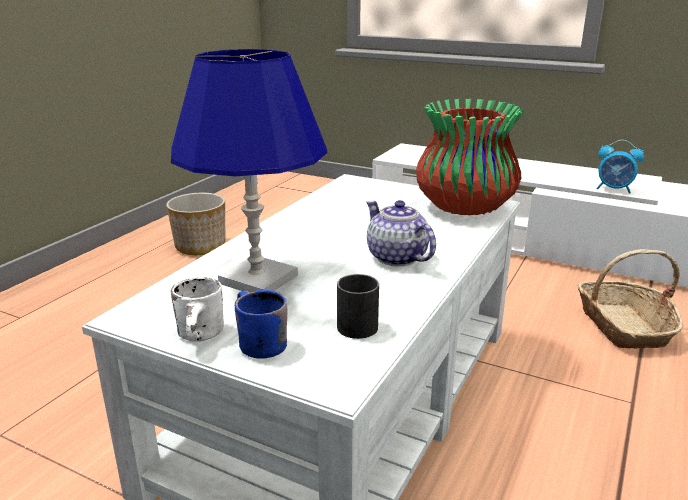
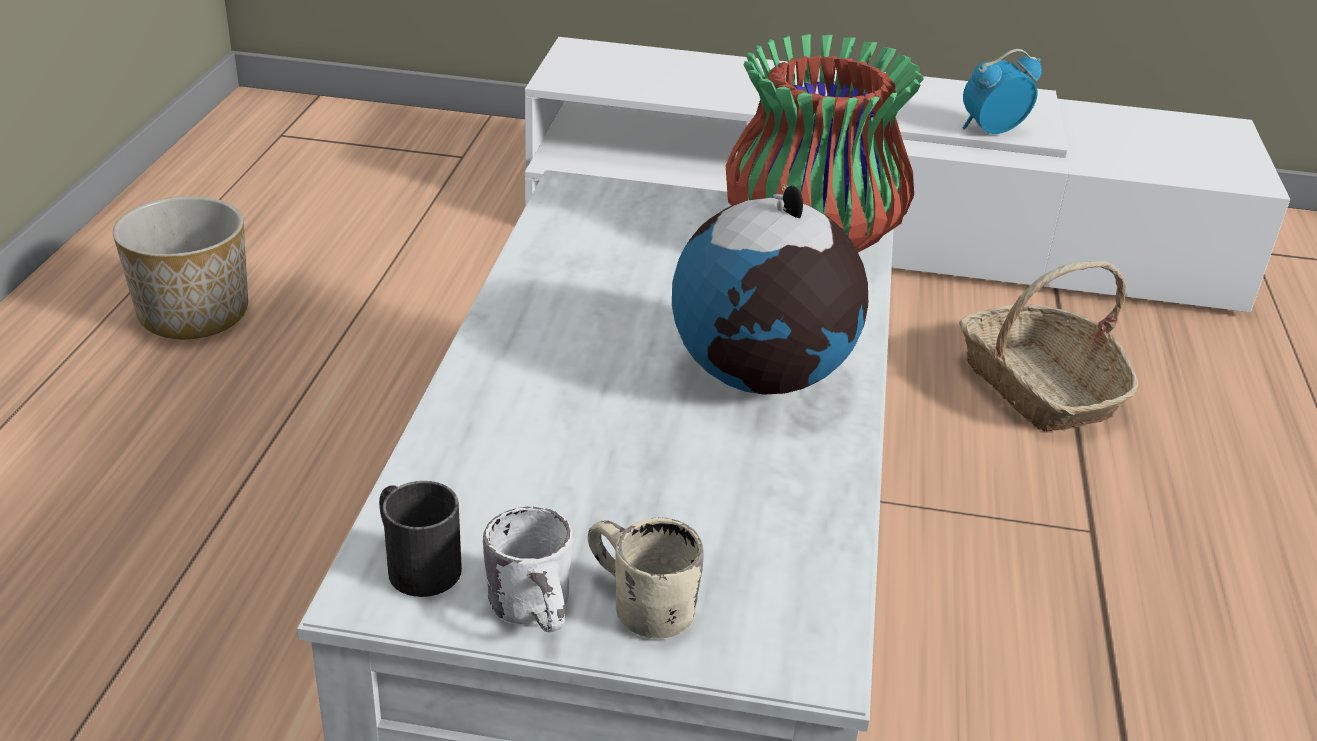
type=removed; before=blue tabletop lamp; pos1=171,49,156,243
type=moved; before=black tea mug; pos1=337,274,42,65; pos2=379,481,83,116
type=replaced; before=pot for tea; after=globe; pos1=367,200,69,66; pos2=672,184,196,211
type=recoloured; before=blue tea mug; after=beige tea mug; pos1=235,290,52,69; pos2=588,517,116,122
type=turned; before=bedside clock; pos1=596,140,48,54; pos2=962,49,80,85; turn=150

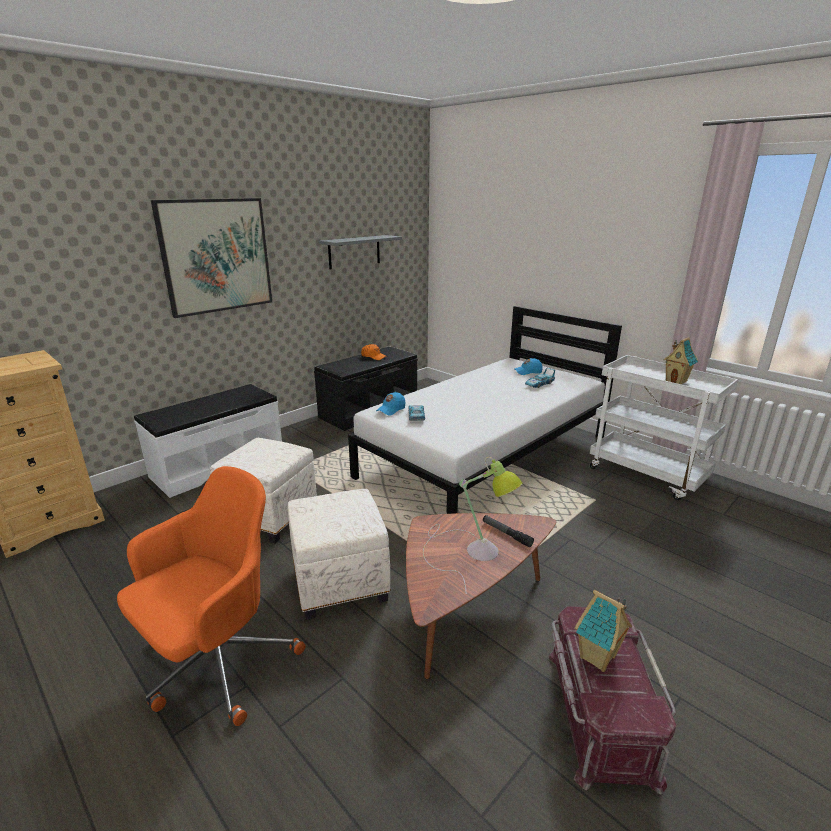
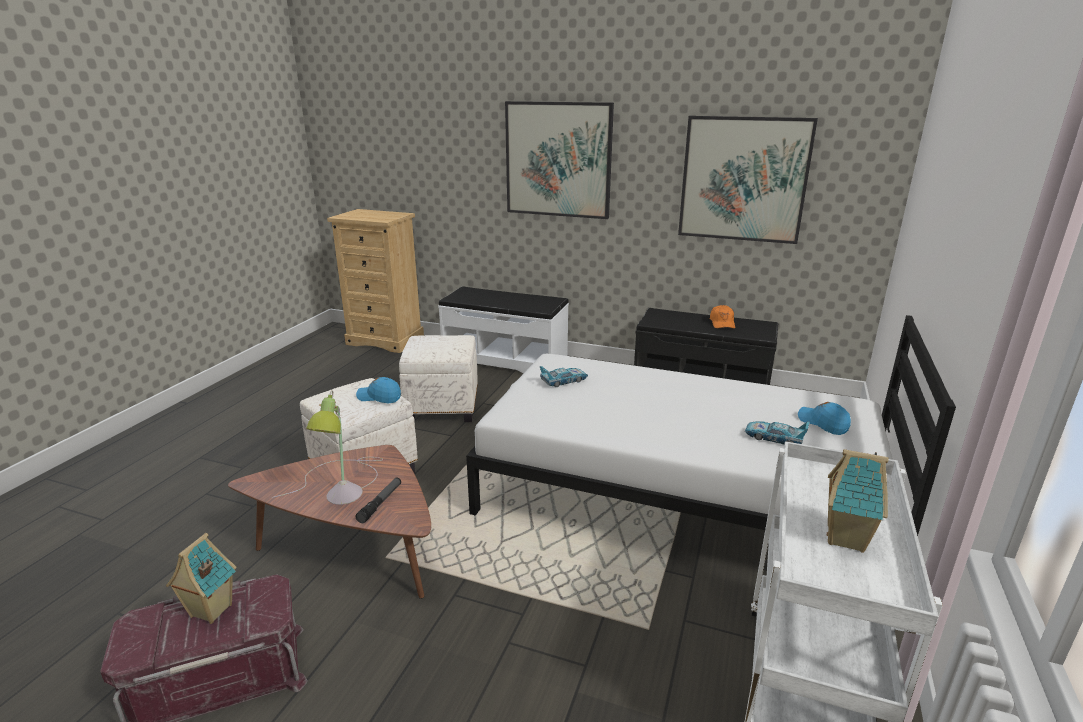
type=removed; before=orange office chair; pos1=117,466,189,260
type=moved; before=blue cap; pos1=376,392,30,24; pos2=356,377,45,26
type=replaced; before=greyish wall shelf; after=wall picture; pos1=319,235,83,34; pos2=678,116,140,128

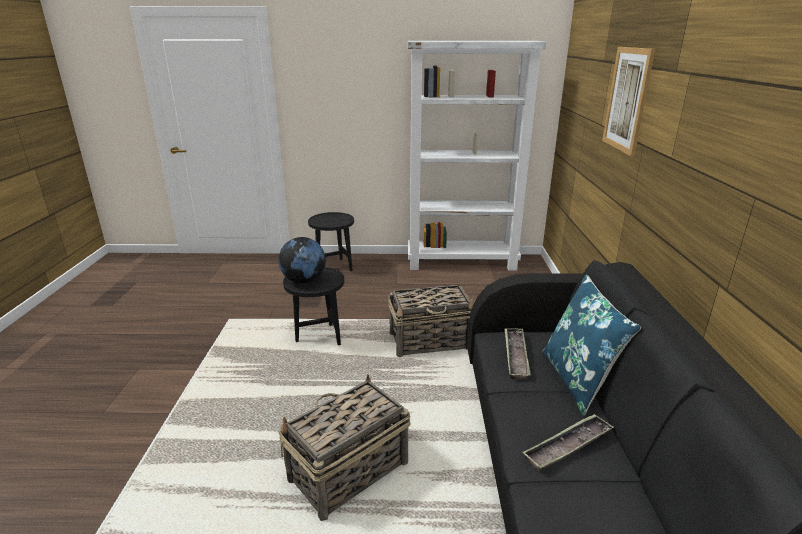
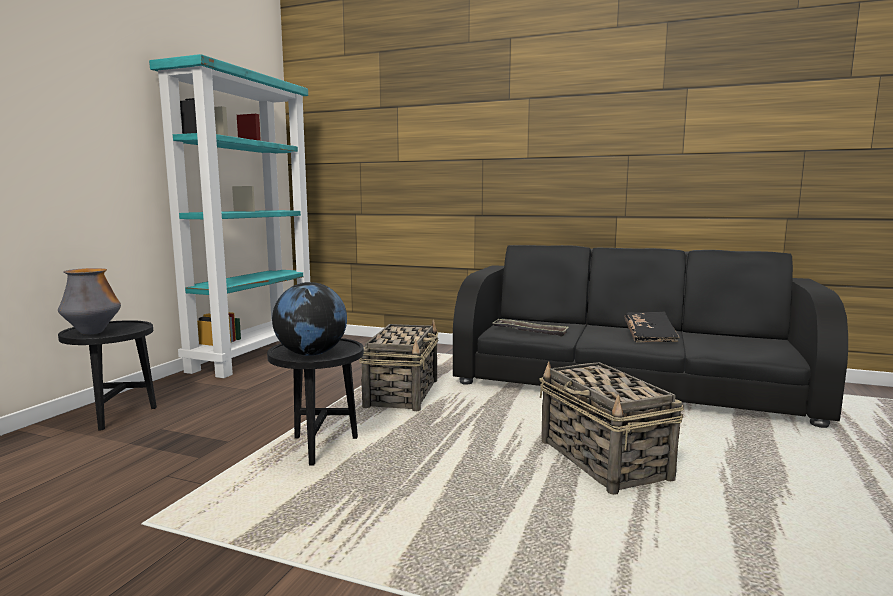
type=removed; before=blue pillow; pos1=542,275,99,141
type=removed; before=wall picture; pos1=602,47,53,109
type=added; after=flower vase; pos2=58,268,63,67
type=replaced; before=tray; after=black volume; pos1=522,414,92,57; pos2=624,312,56,30
type=recoloured; before=whitish shelving unit; after=turquoise-coloured shelving unit; pos1=408,41,139,229; pos2=149,54,161,324

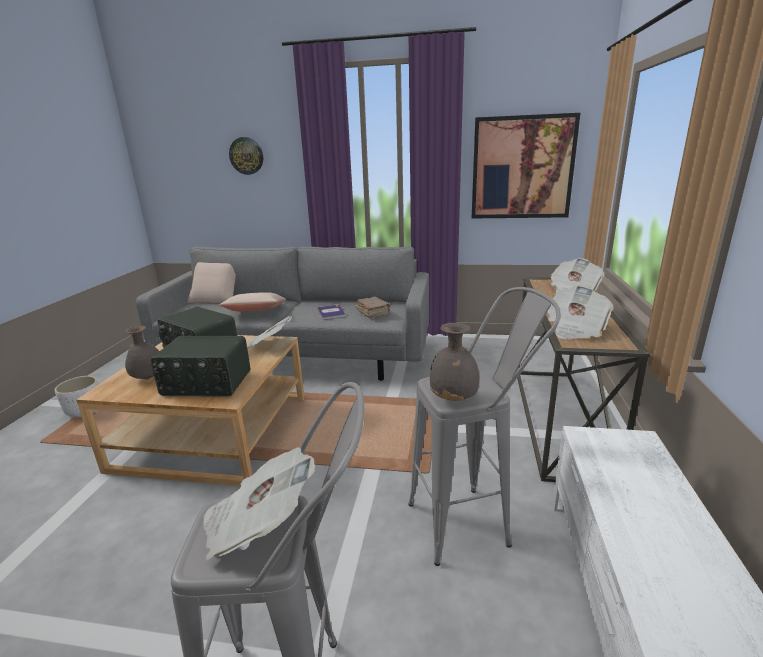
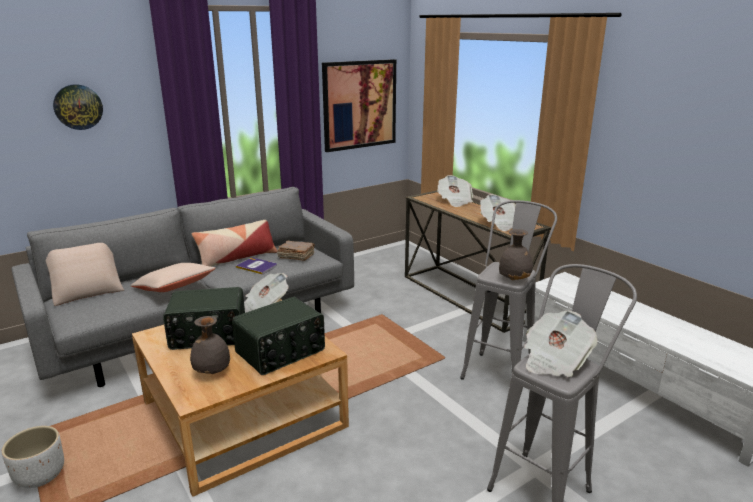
type=added; after=pillow; pos2=192,220,85,47

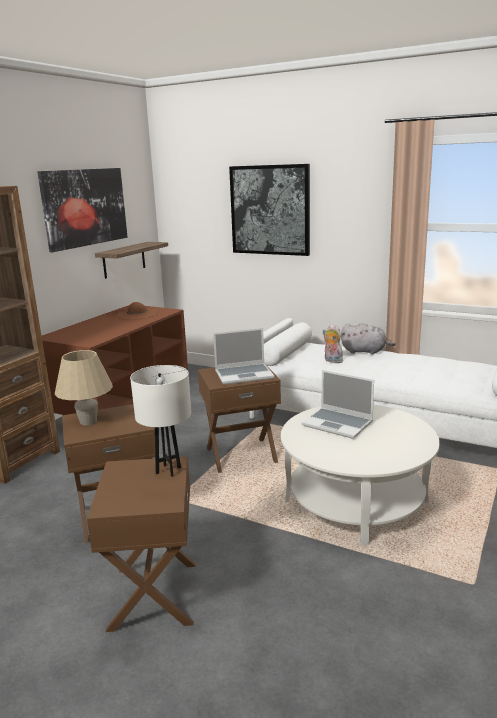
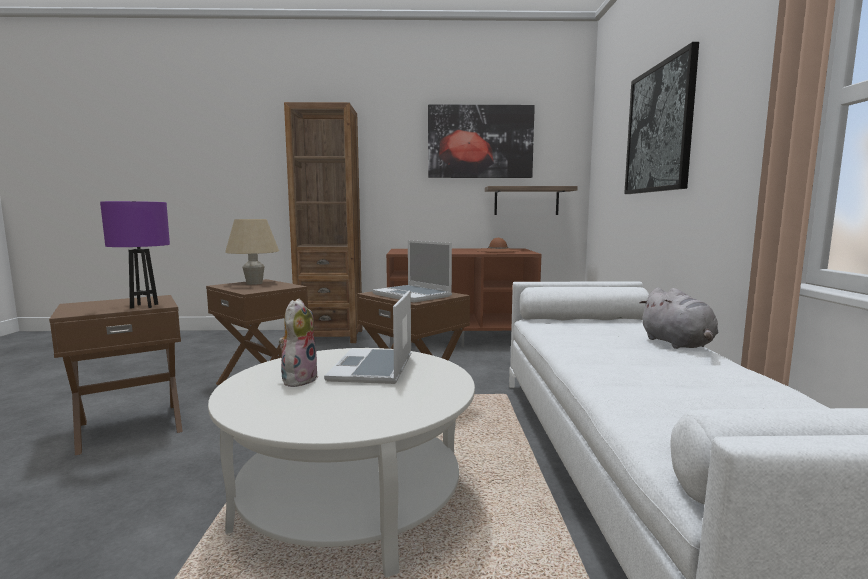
type=moved; before=soft toy; pos1=323,324,20,39; pos2=279,298,40,89
type=recoloured; before=whitish tabletop lamp; after=purple tabletop lamp; pos1=130,365,61,112; pos2=100,201,70,108

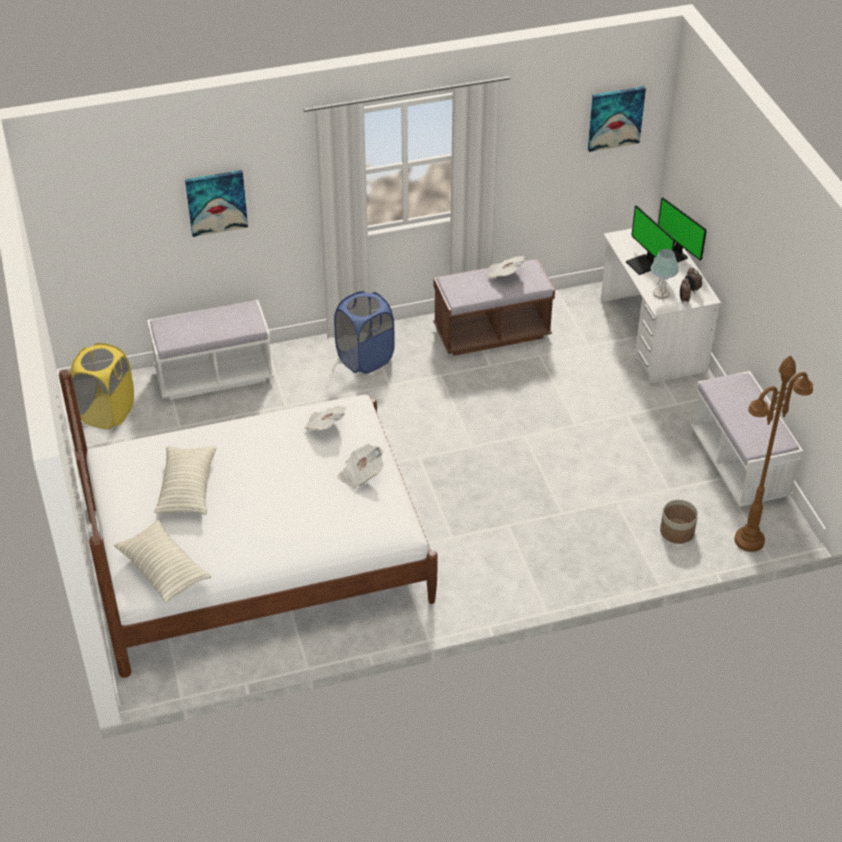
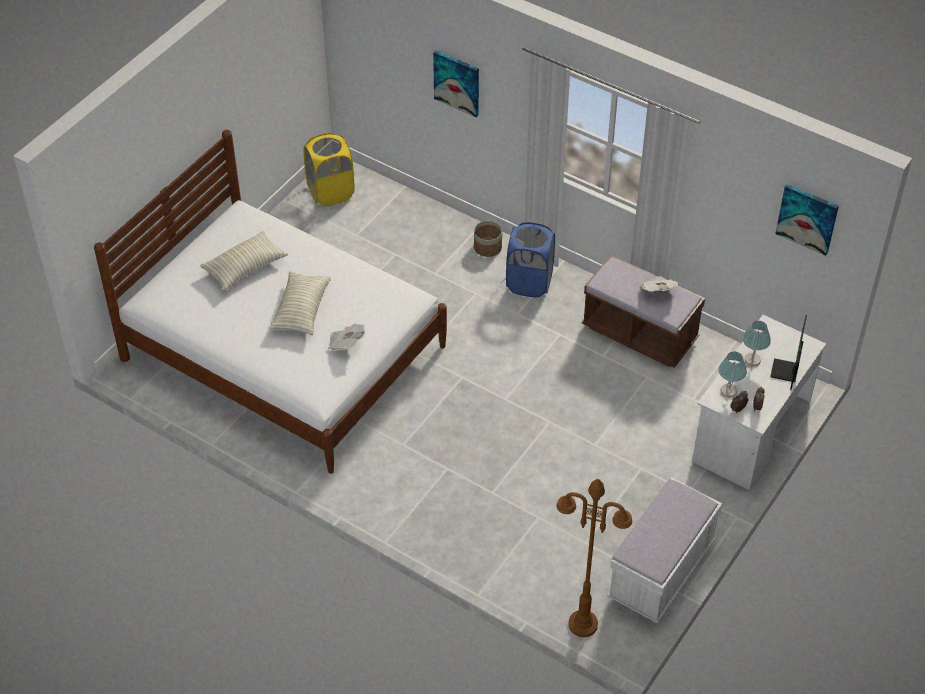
type=removed; before=whitish long seat; pos1=147,300,127,100
type=removed; before=printed paper; pos1=304,406,42,24
type=moved; before=pillow; pos1=114,520,97,83; pos2=270,271,61,64
type=moved; before=plant pot; pos1=660,500,38,44; pos2=474,221,28,36
type=replaced; before=computer display; after=tabletop lamp; pos1=625,205,50,70; pos2=743,321,28,45

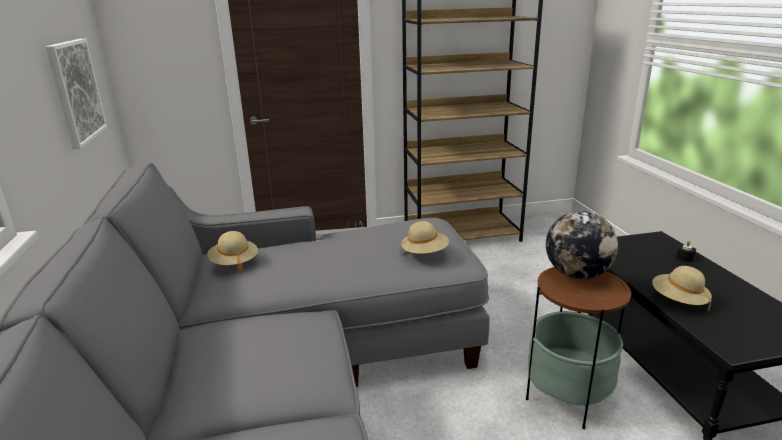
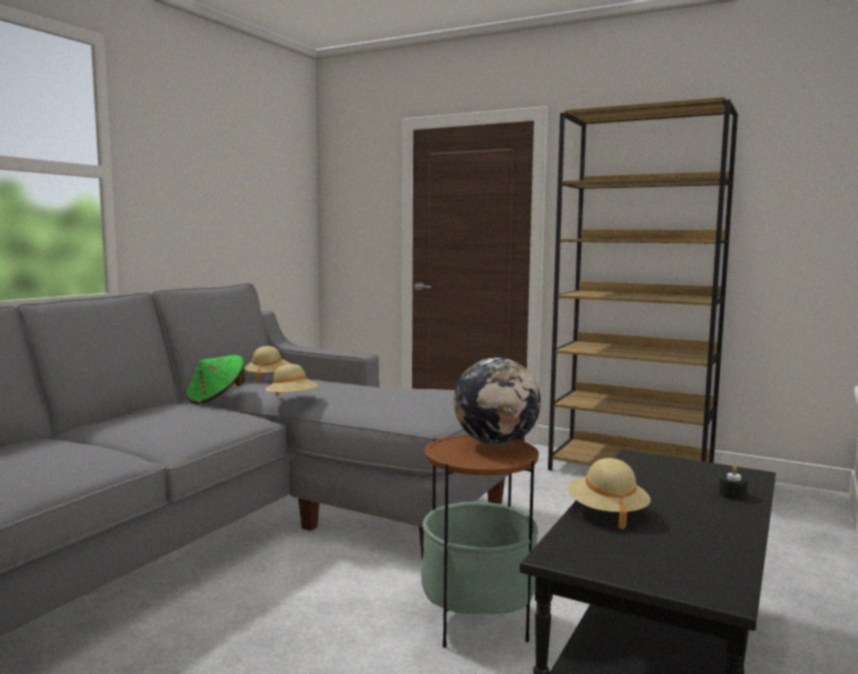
type=removed; before=wall picture; pos1=45,39,62,110
type=added; after=green-coloured wearable hat; pos2=186,355,59,49
type=moved; before=beige wearable hat; pos1=401,221,48,33; pos2=264,364,55,33

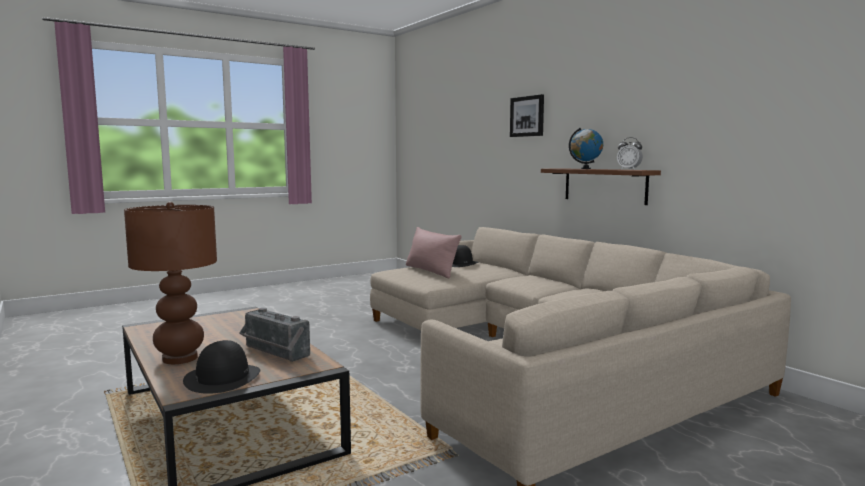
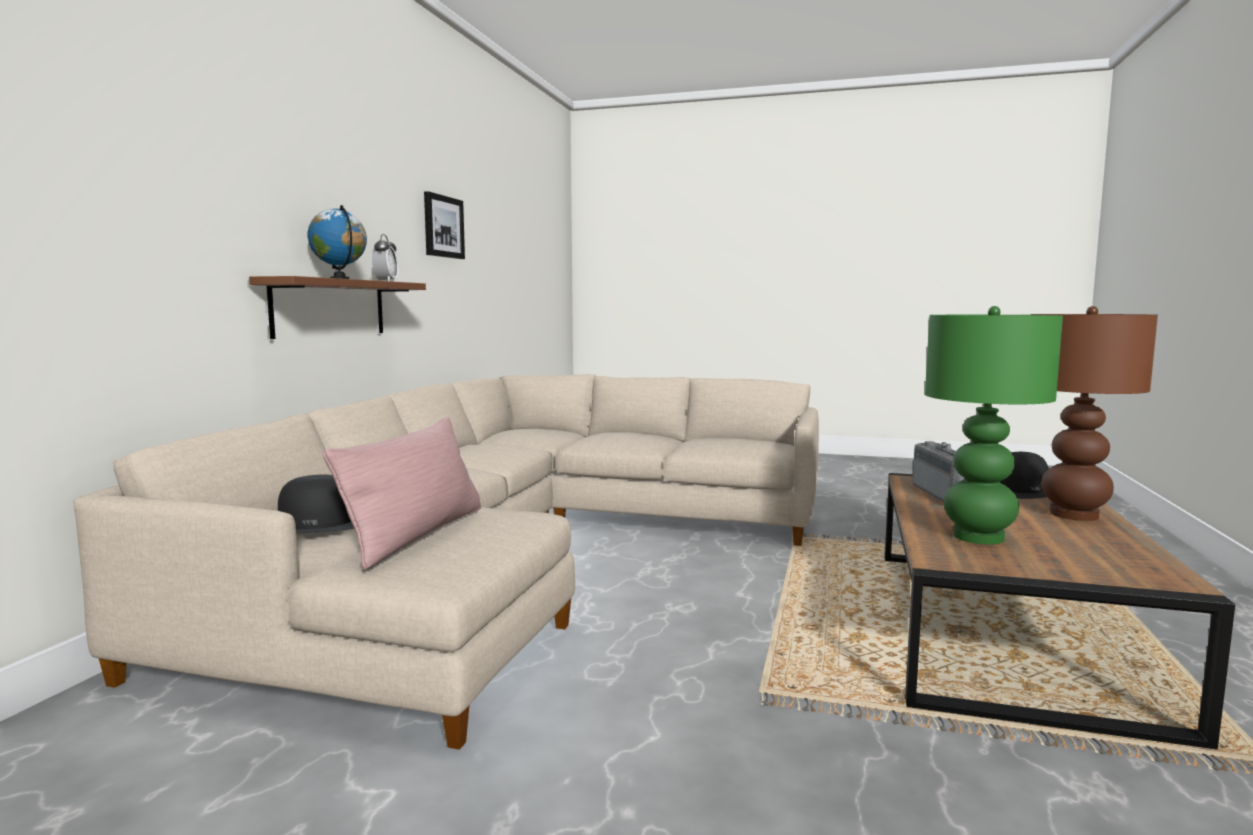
type=added; after=green-coloured tabletop lamp; pos2=925,306,138,238
type=moved; before=wall picture; pos1=510,94,34,43; pos2=424,191,41,68

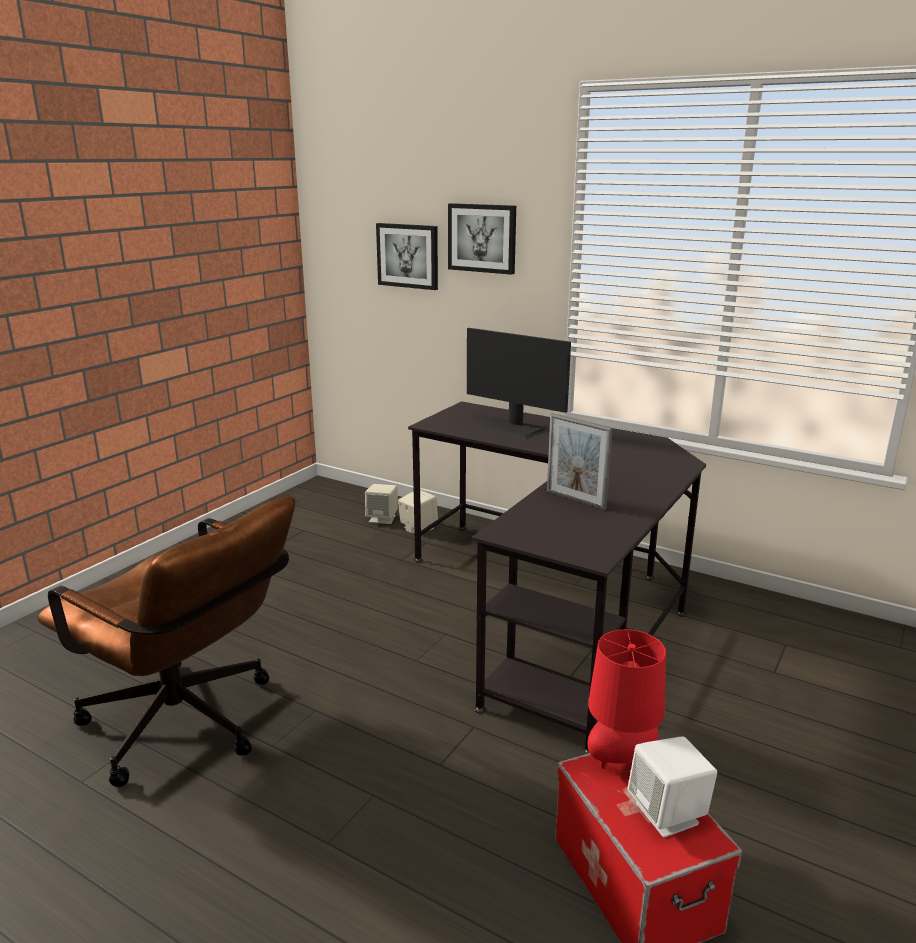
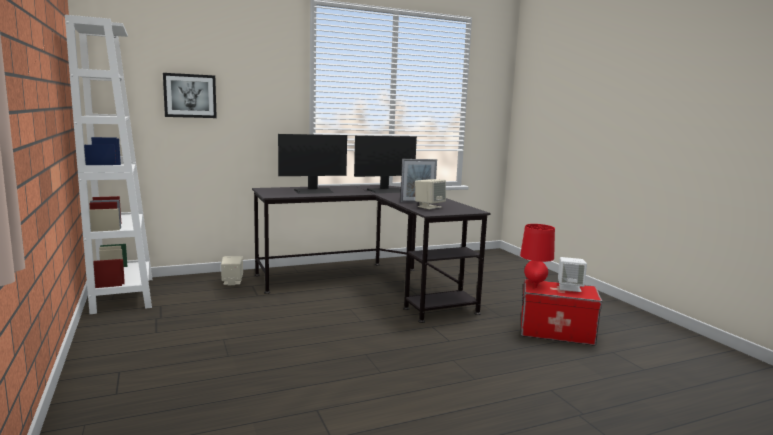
type=removed; before=brown office chair; pos1=37,496,258,291
type=removed; before=wall picture; pos1=448,203,68,72
type=added; after=whitish shelving unit; pos2=65,15,87,299
type=added; after=computer display; pos2=354,136,63,58
type=moved; before=beige audio speaker; pos1=365,484,33,40; pos2=415,179,31,30

